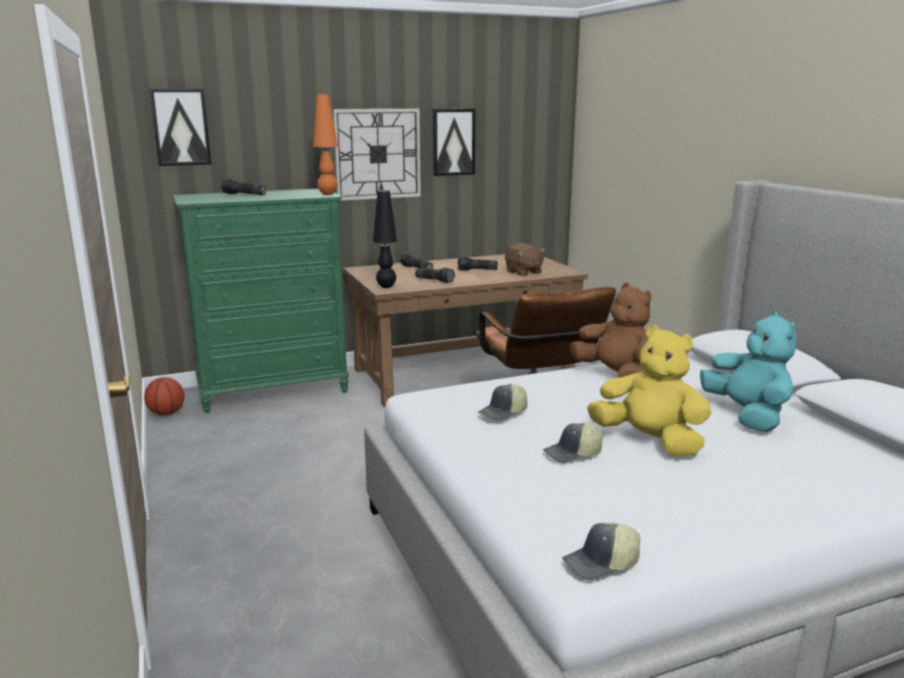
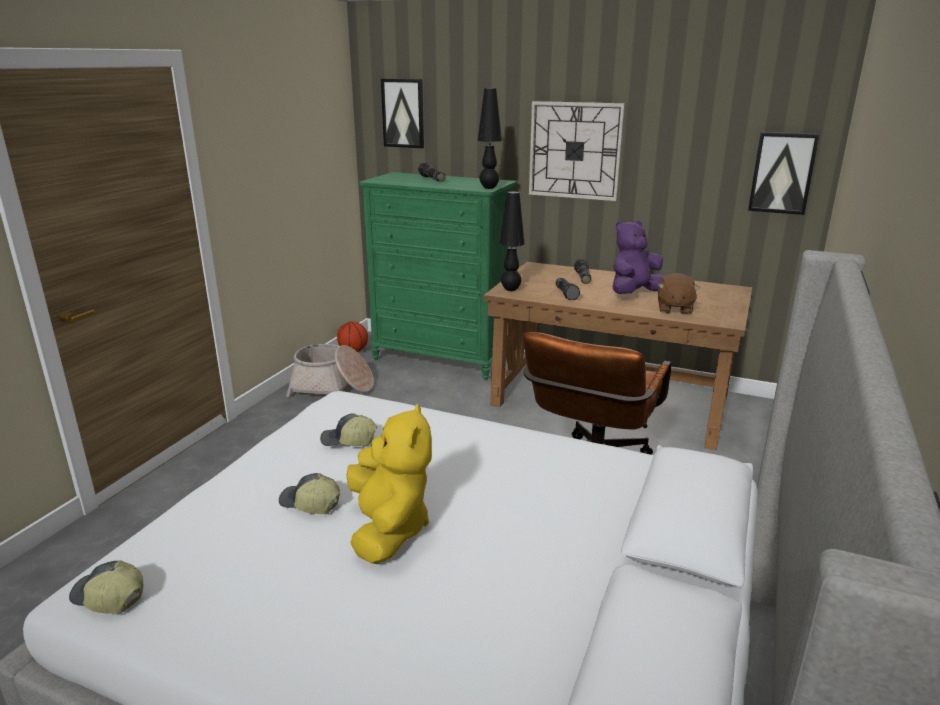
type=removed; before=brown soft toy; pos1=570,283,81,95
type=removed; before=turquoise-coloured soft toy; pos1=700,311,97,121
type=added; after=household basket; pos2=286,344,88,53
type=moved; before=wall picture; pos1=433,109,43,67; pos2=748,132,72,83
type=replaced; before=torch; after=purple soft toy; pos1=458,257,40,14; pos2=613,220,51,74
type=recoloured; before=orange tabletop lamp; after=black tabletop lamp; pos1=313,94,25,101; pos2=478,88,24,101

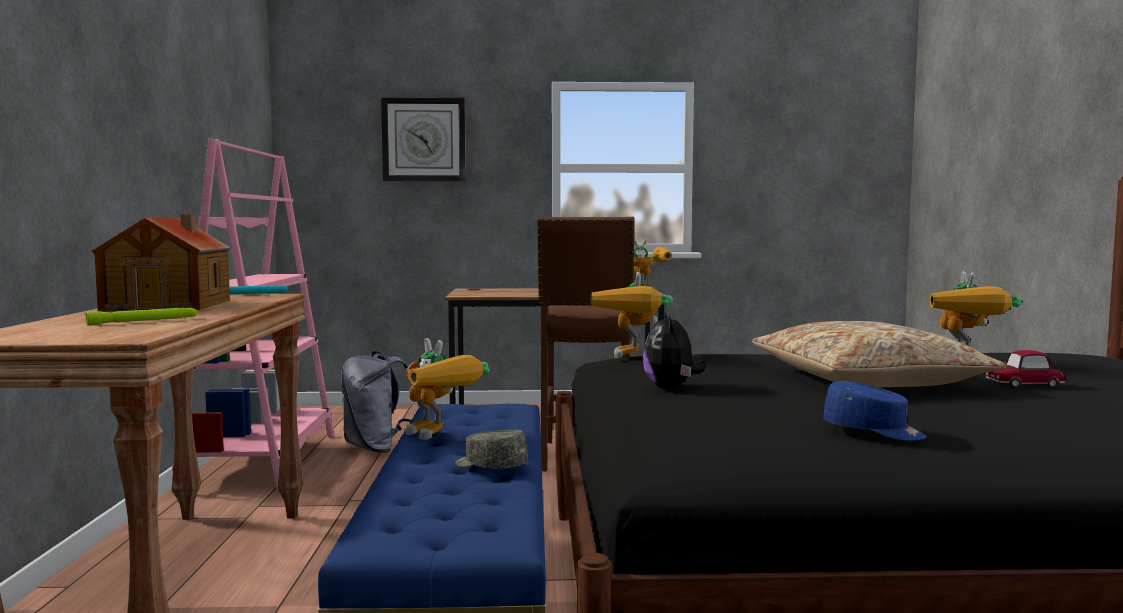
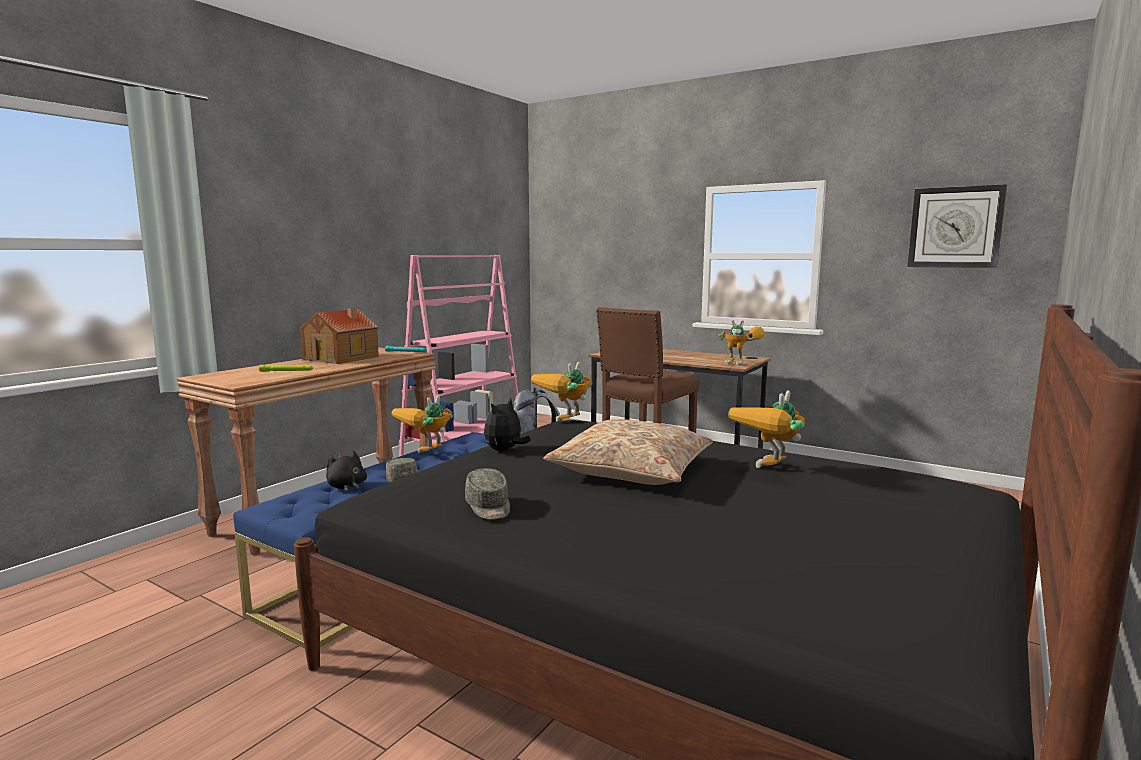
type=removed; before=toy car; pos1=986,350,79,38
type=added; after=black soft toy; pos2=326,450,41,43
type=moved; before=wall clock; pos1=381,97,85,84; pos2=908,184,99,84
type=recoloured; before=blue cap; after=greyish cap; pos1=823,381,103,60; pos2=465,468,45,51
type=turned; before=robot figure; pos1=405,338,85,102; pos2=391,395,62,58; turn=45

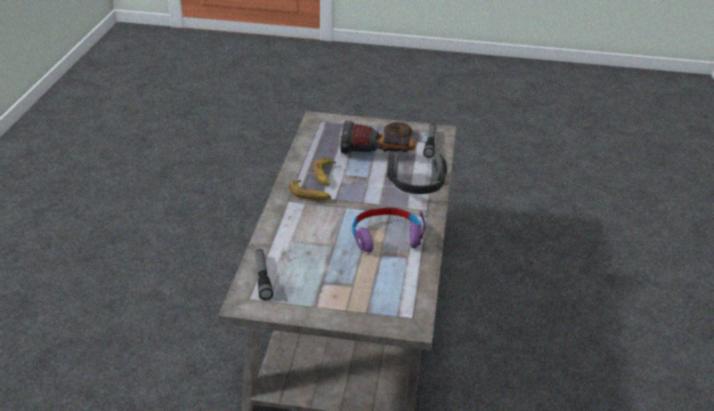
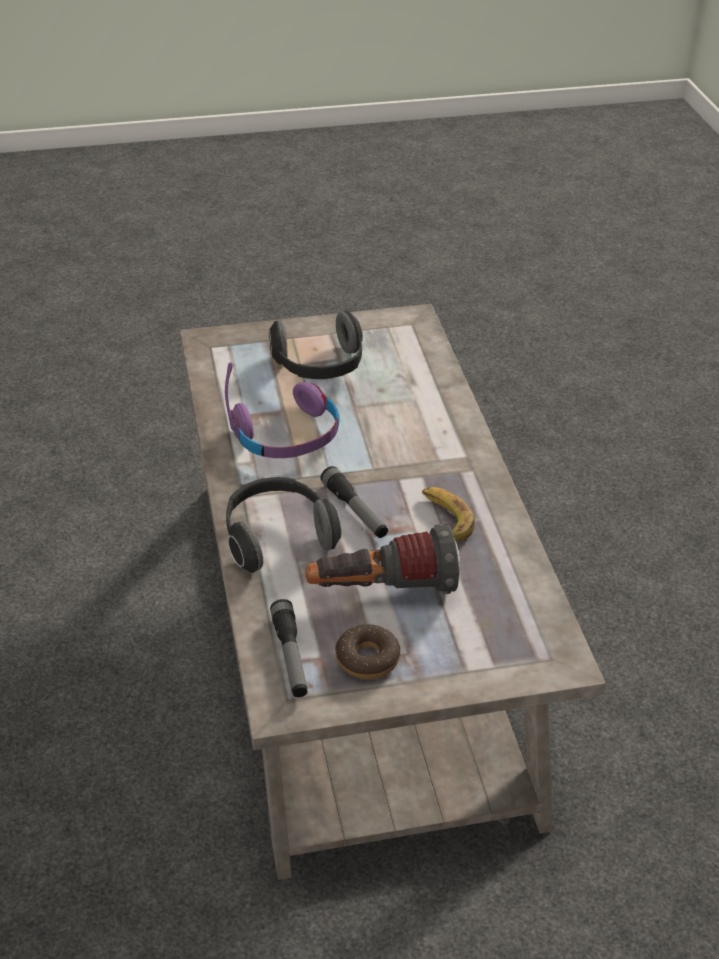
type=removed; before=banana; pos1=289,180,42,21
type=added; after=headset; pos2=269,311,94,68
type=moved; before=torch; pos1=255,249,18,51; pos2=320,466,68,72

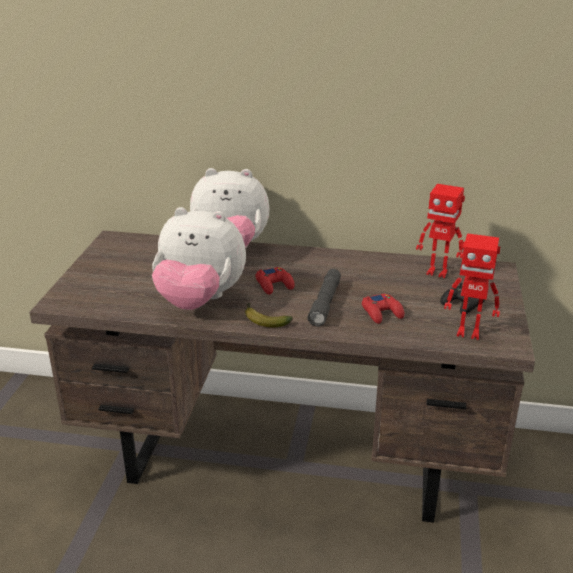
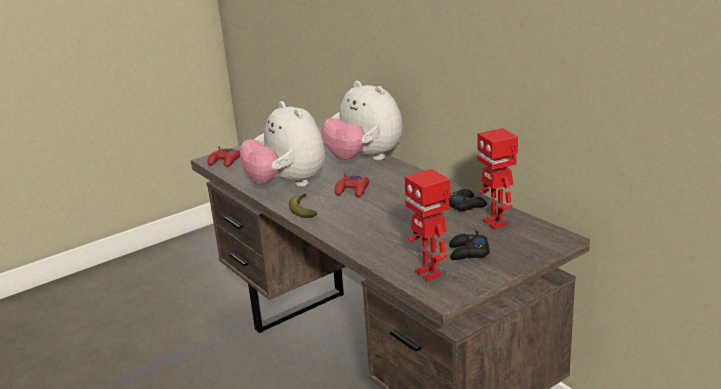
type=removed; before=greyish torch; pos1=307,269,34,58
type=added; after=black gamepad; pos2=449,189,38,22
type=moved; before=reddish gamepad; pos1=362,293,42,31; pos2=207,146,33,21

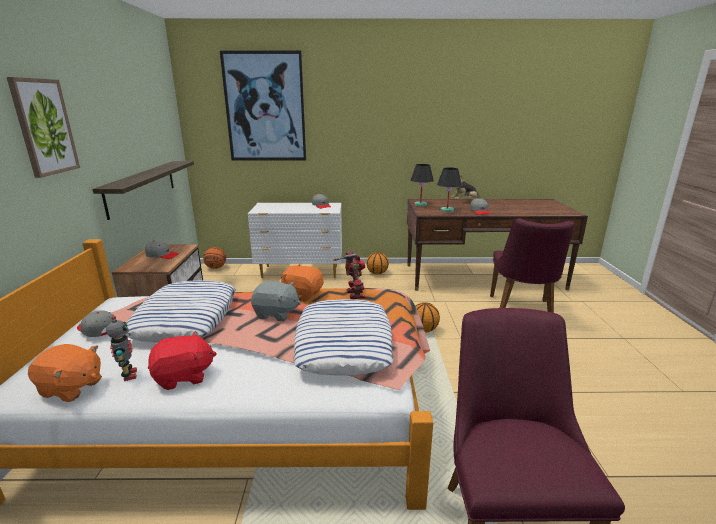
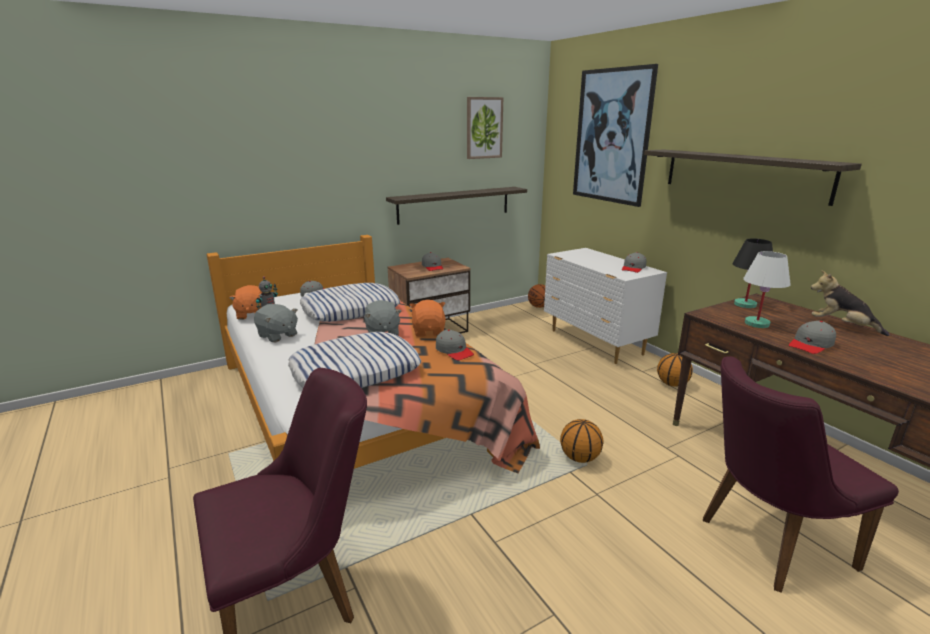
type=added; after=wall shelf; pos2=644,149,218,57
type=moved; before=wall picture; pos1=7,77,73,101; pos2=467,97,36,62
type=replaced; before=robot figure; after=greyish cap; pos1=333,251,33,48; pos2=436,330,38,30
type=recoloured; before=reddish soft toy; after=greyish soft toy; pos1=148,331,69,59; pos2=254,304,44,38
type=recoloured; before=black tabletop lamp; after=whitish tabletop lamp; pos1=437,168,25,44; pos2=743,251,48,77

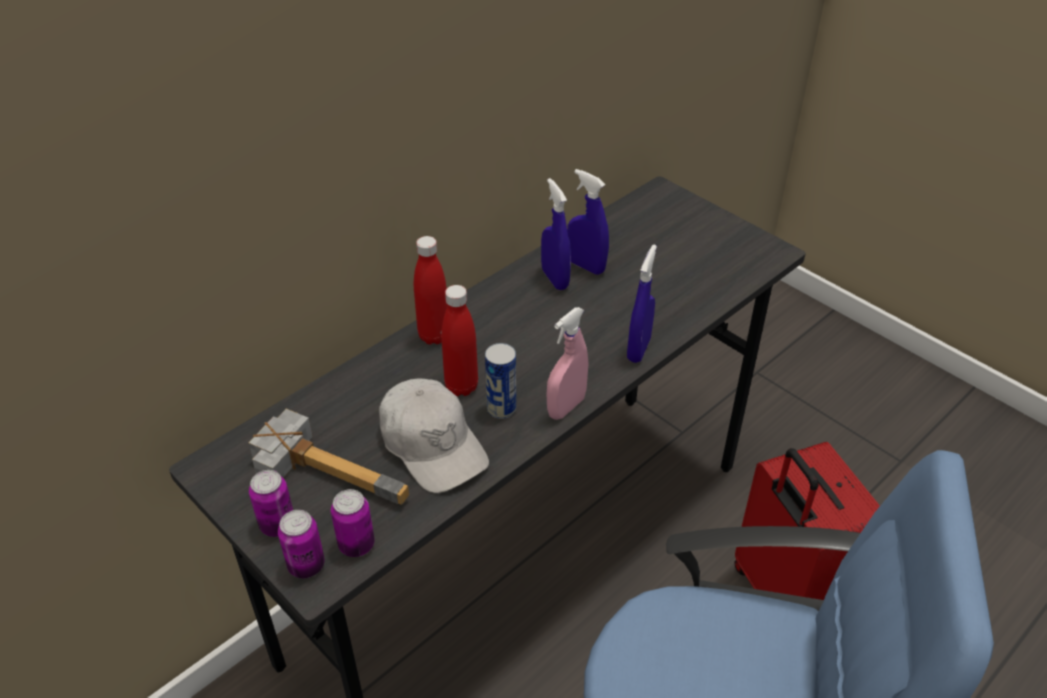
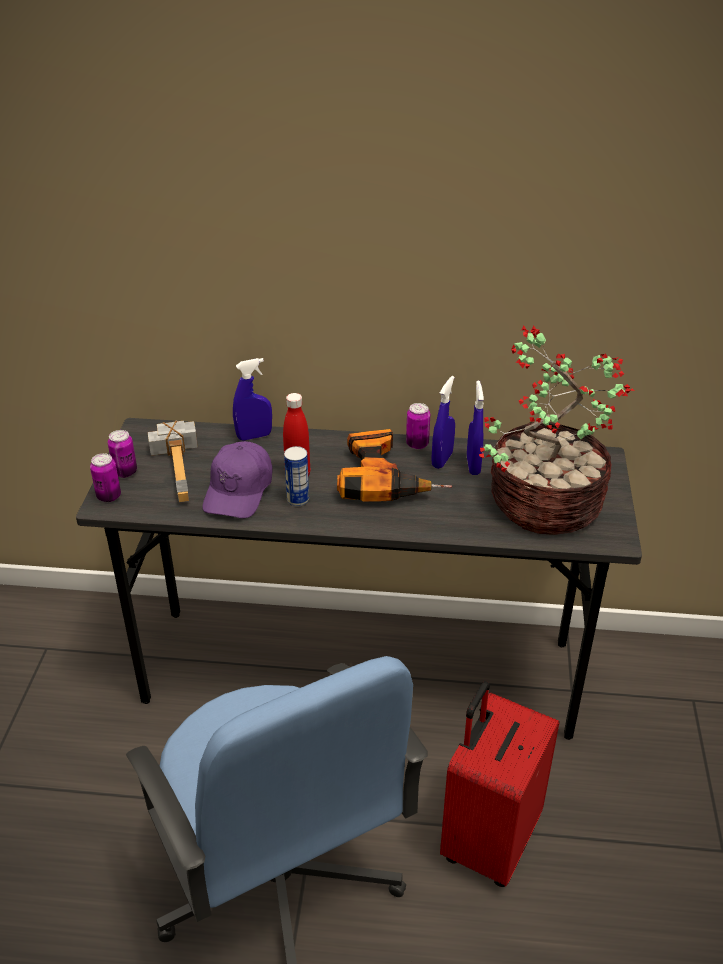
type=removed; before=reddish drink bottle; pos1=414,236,34,109
type=removed; before=pinkish sprayer; pos1=547,307,42,113
type=added; after=electric drill; pos2=337,429,115,73
type=added; after=potted plant; pos2=479,326,156,209
type=moved; before=metal can; pos1=331,489,44,68; pos2=406,403,24,46
type=moved; before=blue sprayer; pos1=627,244,30,119; pos2=233,358,39,83
type=recoloured; before=whitish cap; after=purple cap; pos1=379,379,110,114; pos2=202,441,71,78

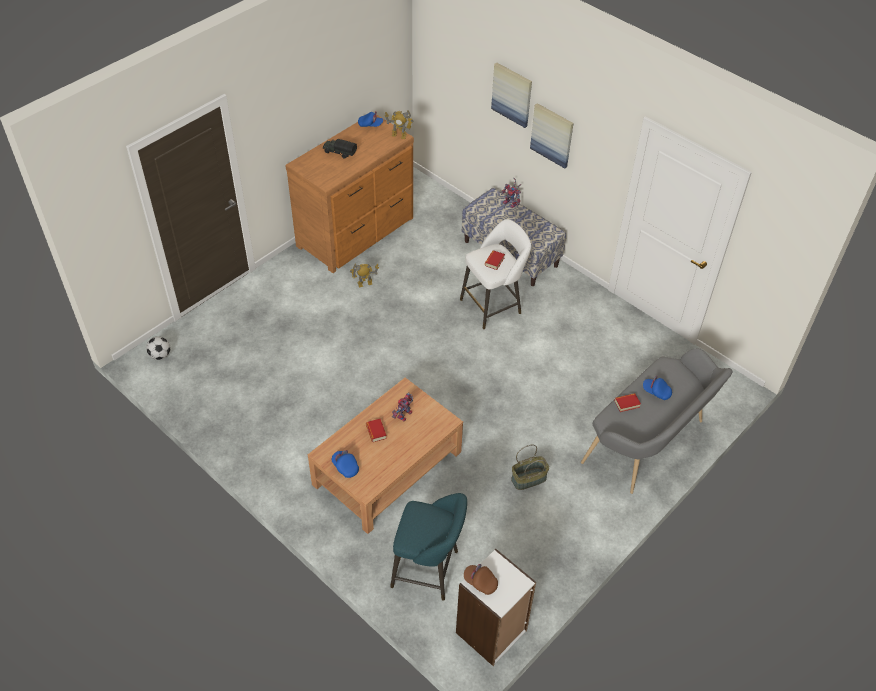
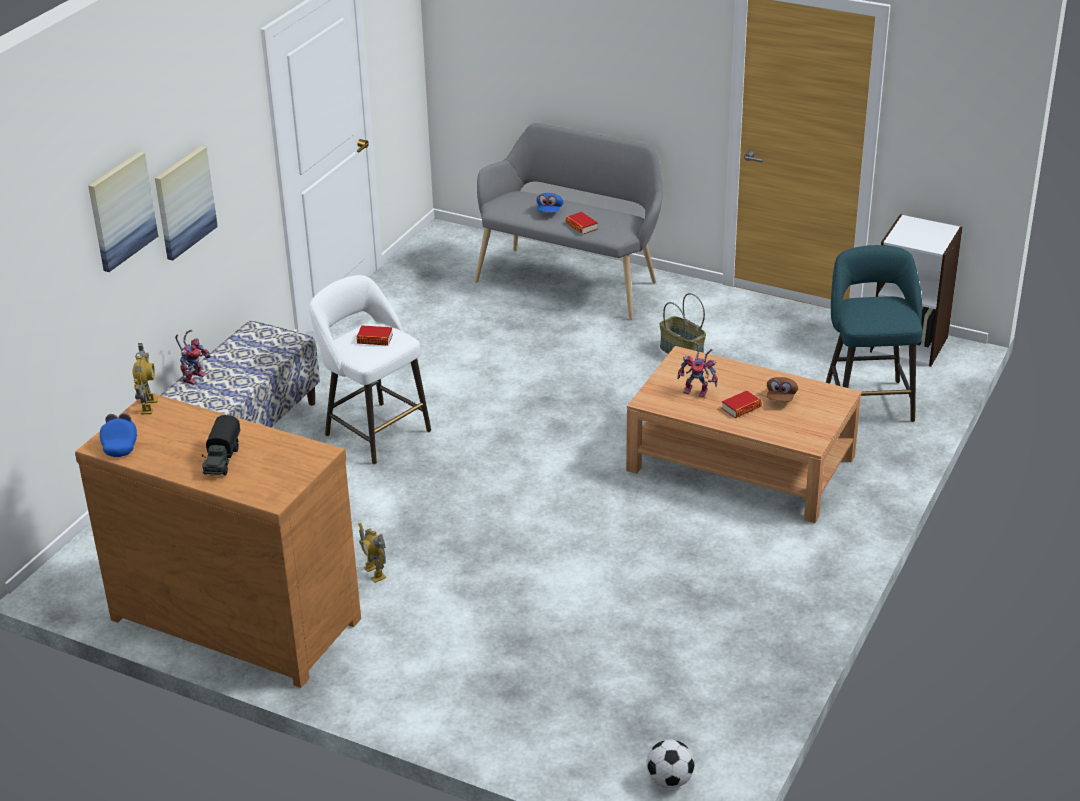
type=removed; before=blue cap; pos1=332,450,27,28
type=moved; before=brown cap; pos1=464,564,34,31; pos2=767,377,31,24

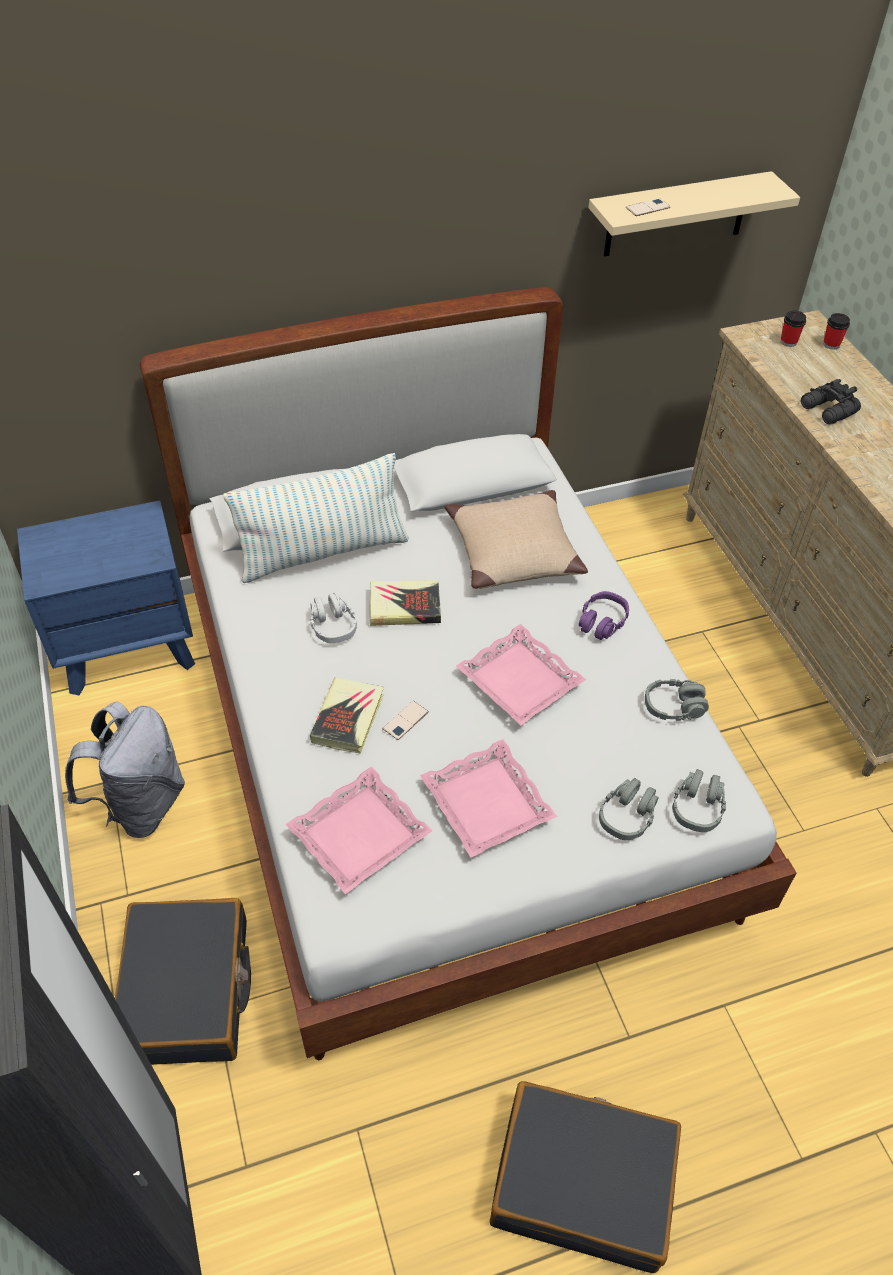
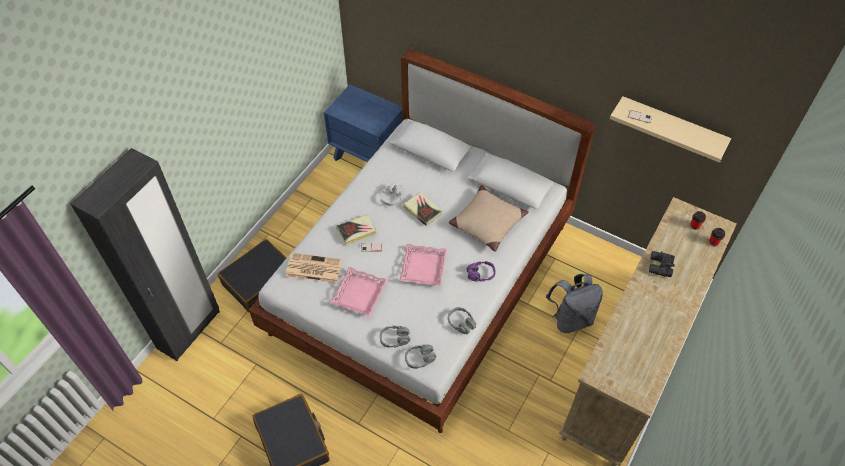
type=removed; before=pillow; pos1=223,453,186,130
type=moved; before=greyish knapsack; pos1=65,702,120,136; pos2=546,274,57,59
type=replaced; before=pinkish tray; after=printed paper; pos1=285,766,148,128; pos2=286,253,56,30

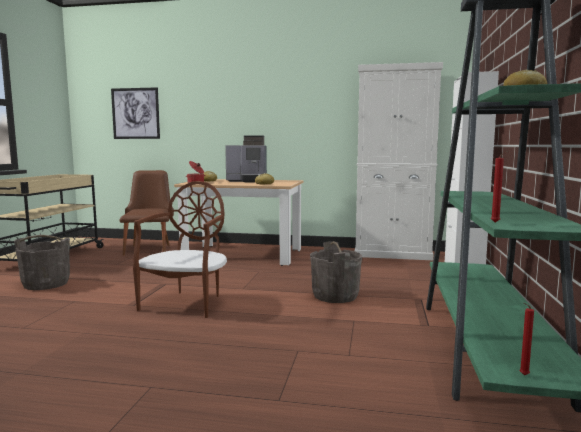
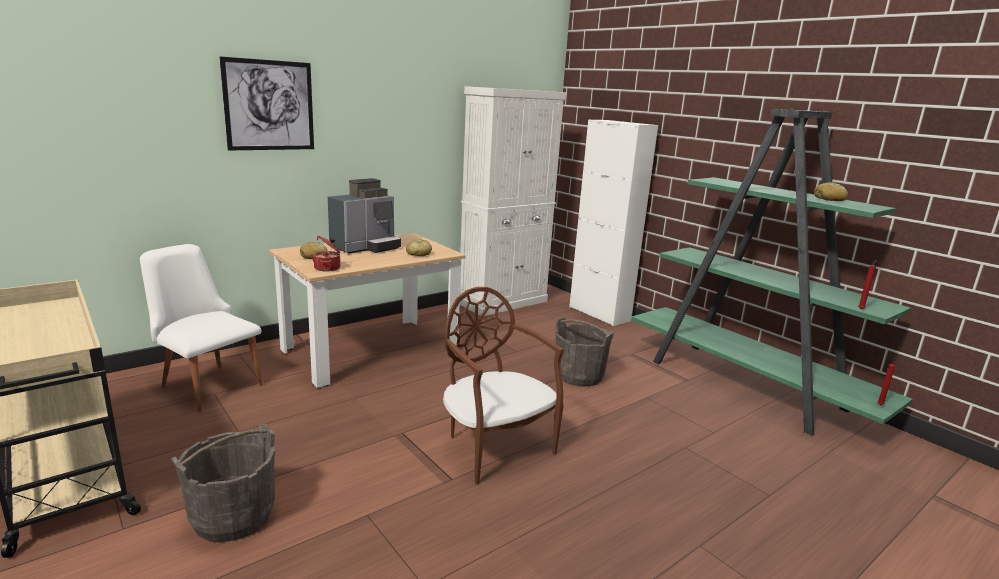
type=moved; before=wall picture; pos1=111,87,49,52; pos2=219,56,95,94
type=recoloured; before=brown plain chair; after=whitish plain chair; pos1=120,170,54,86; pos2=140,244,123,168

